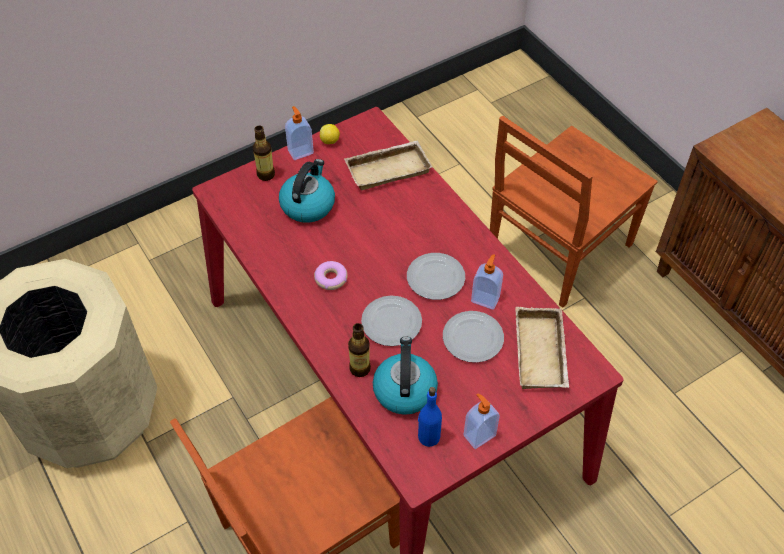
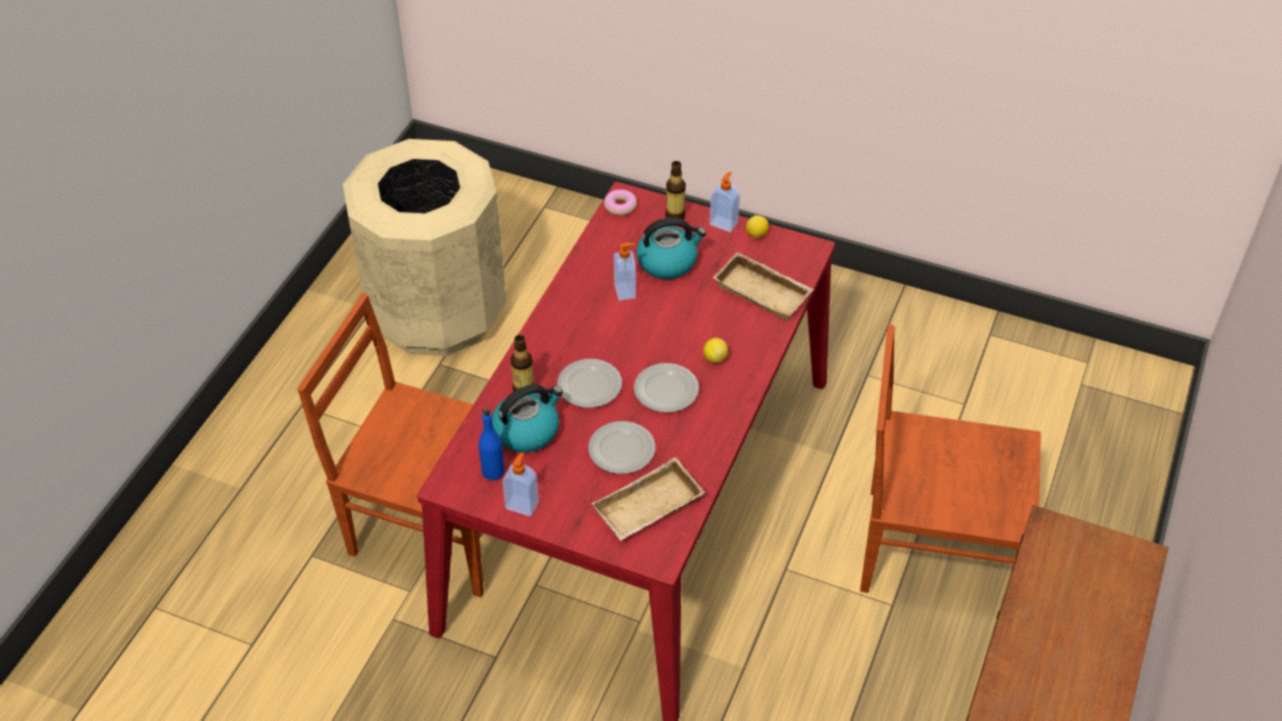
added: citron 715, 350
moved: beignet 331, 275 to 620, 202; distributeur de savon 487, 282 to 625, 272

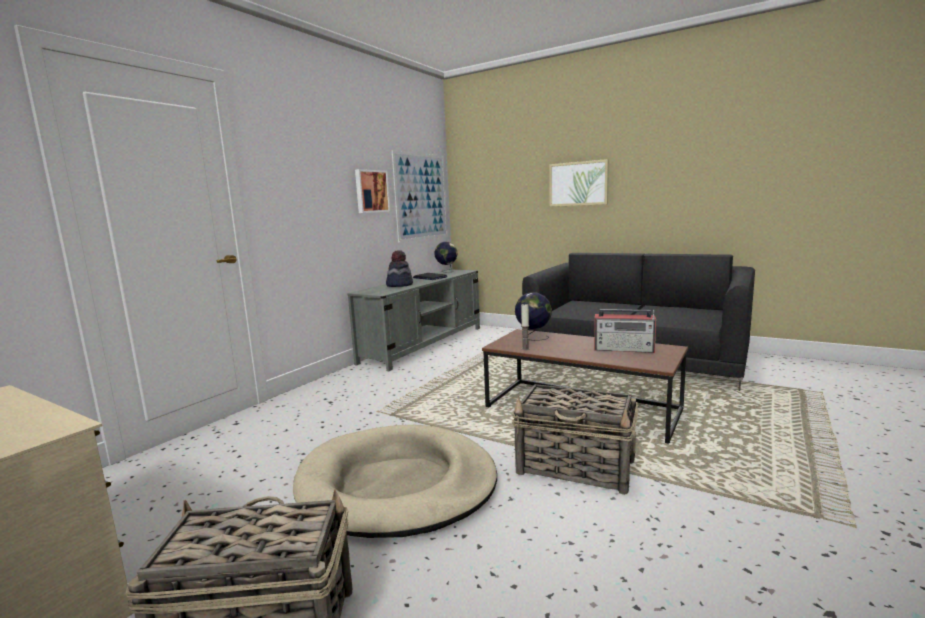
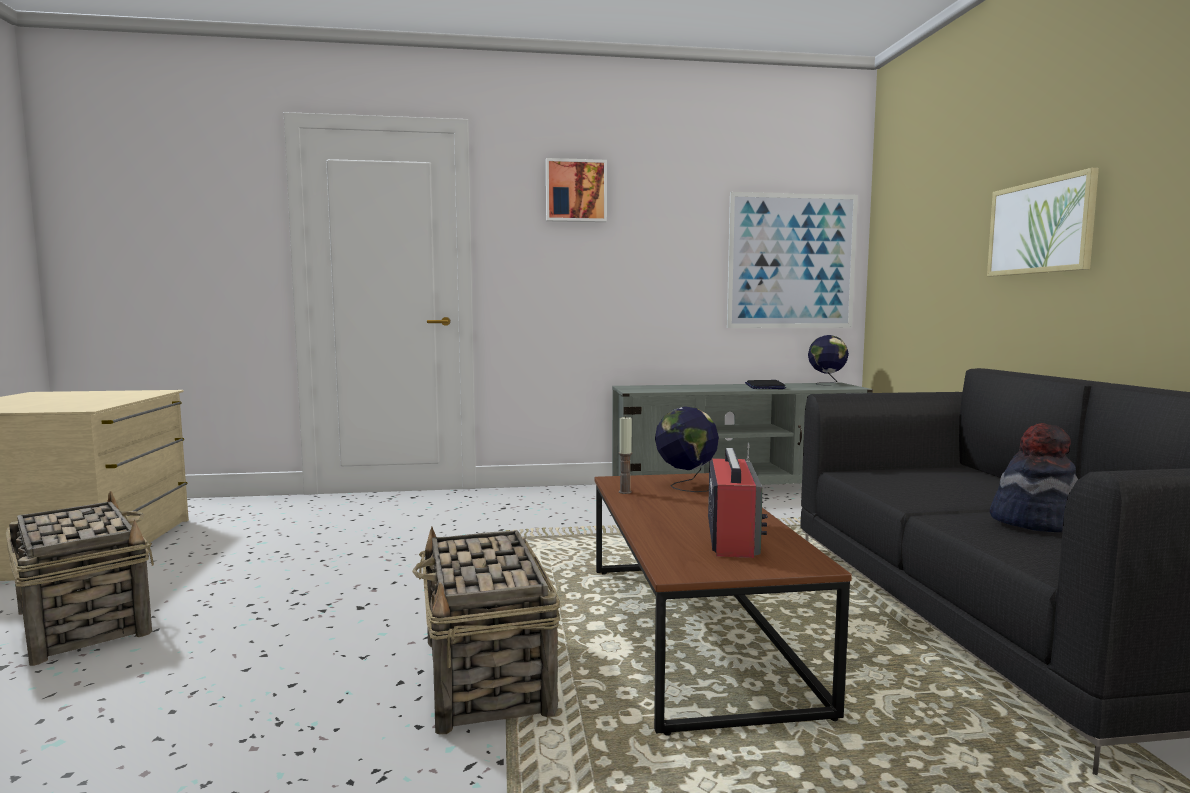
removed: panier pour chien (beige) 395, 481
moved: tableau 372, 191 to 576, 190; chapeau 399, 268 to 1034, 477
turned: radio 625, 331 = 738, 500 150 degrees counterclockwise

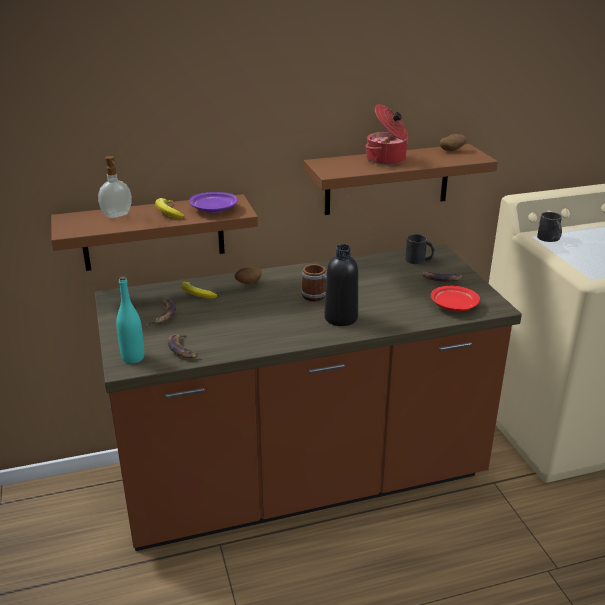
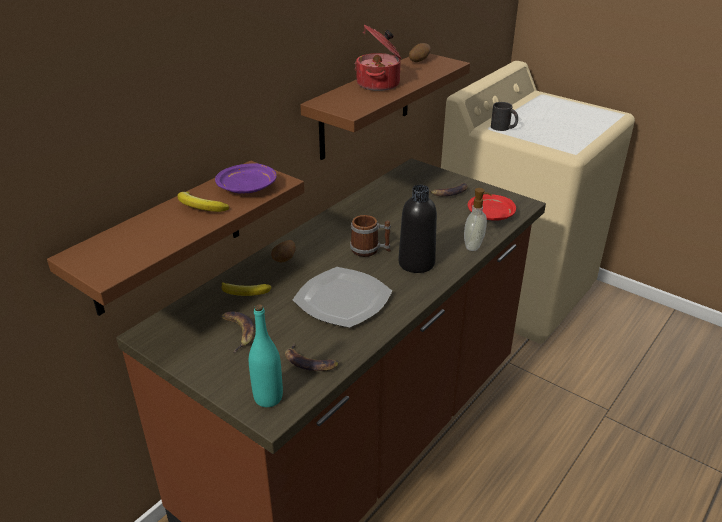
removed: mug (noir) 420, 249
added: assiette 342, 297
moved: distributeur de savon 115, 187 to 478, 219

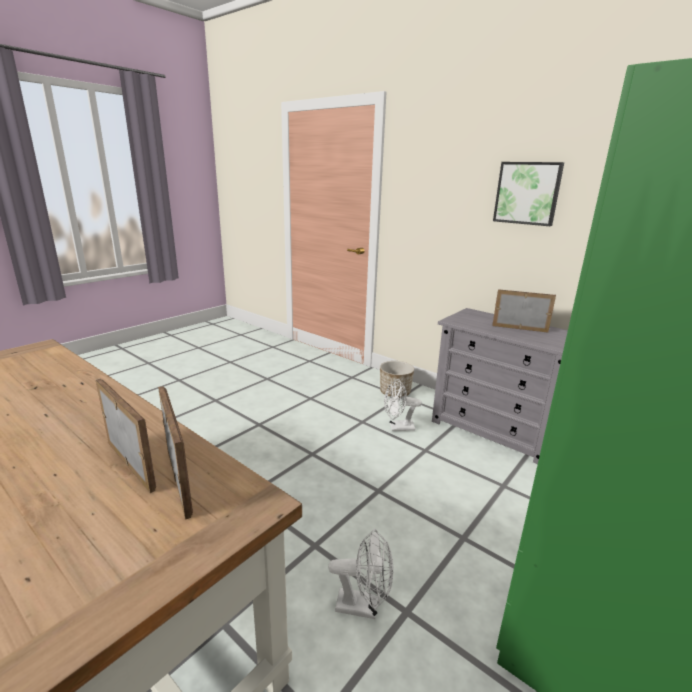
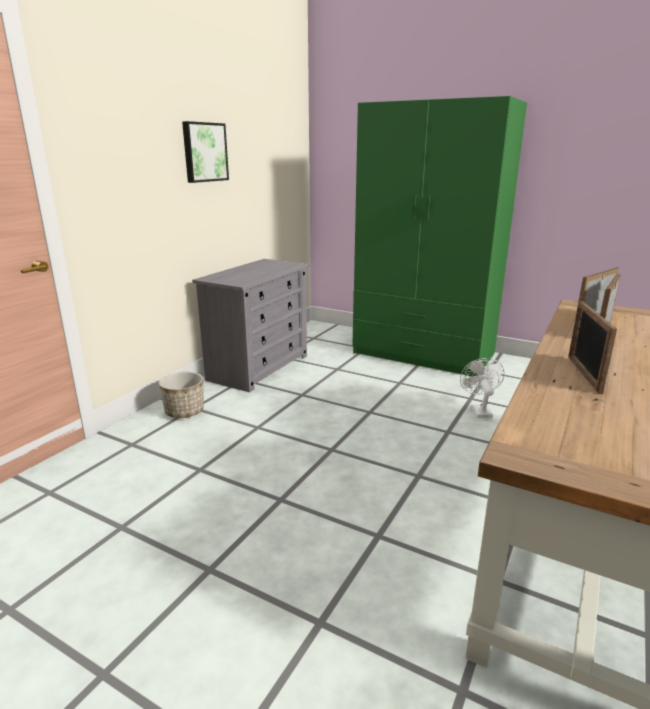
removed: ventilateur (blanc) 403, 405
moved: cadre photo 524, 311 to 592, 347

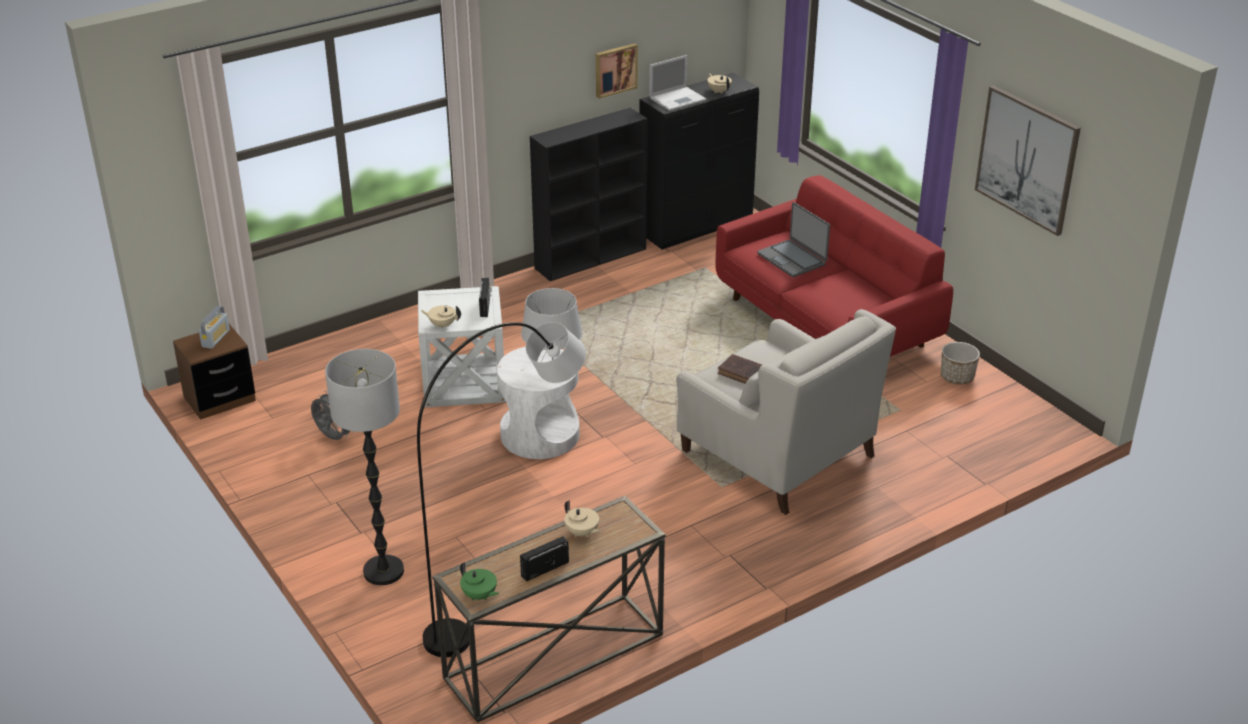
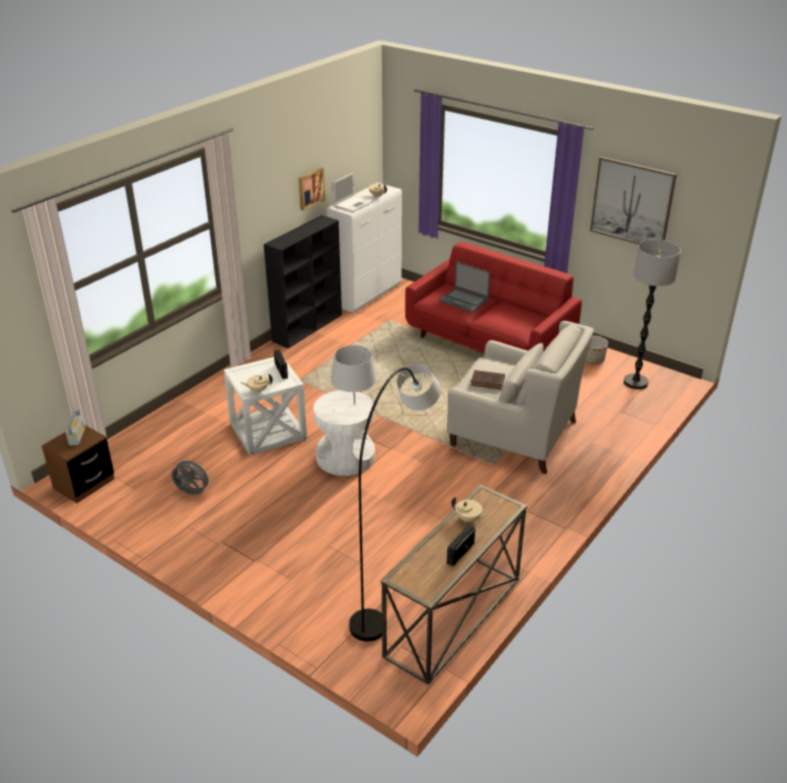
removed: théière (vert) 479, 581
moved: lampadaire 364, 467 to 652, 314
recoloured: meuble de rangement (noir) 699, 161 to meuble de rangement (blanc) 364, 248

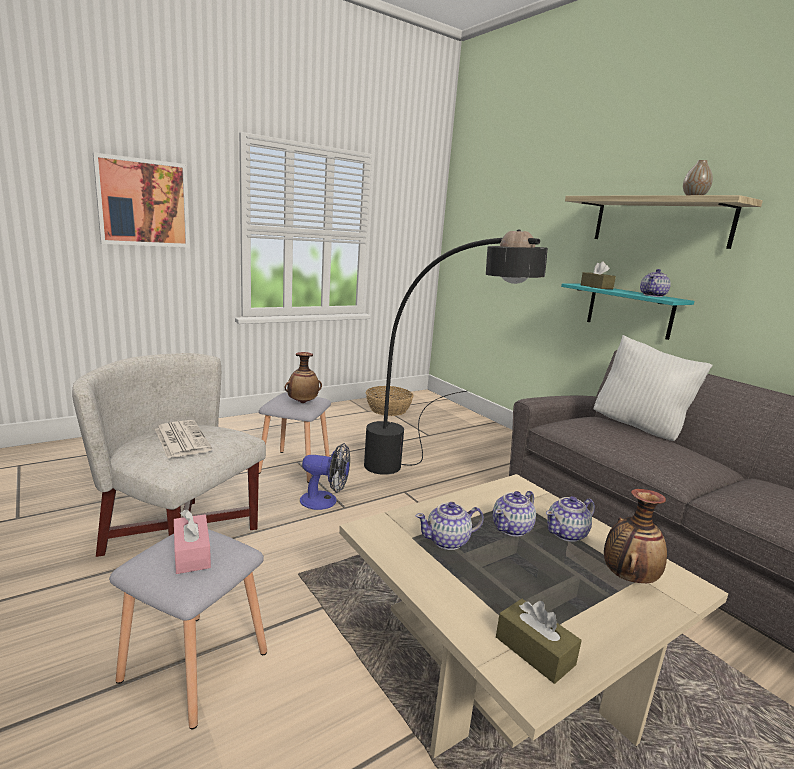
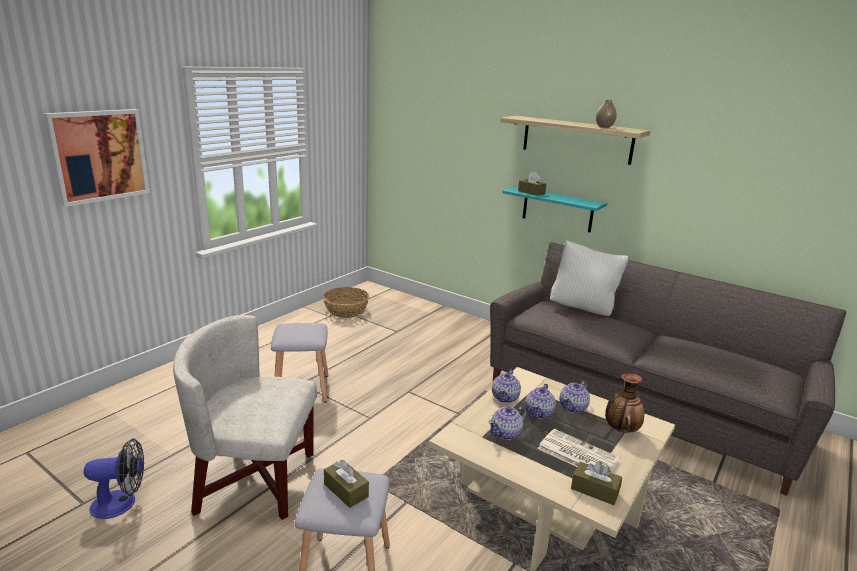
removed: vase 303, 377; lampadaire (noir) 456, 352
moved: ventilateur 325, 476 to 114, 479; théière 655, 283 to 506, 386; journal 183, 439 to 579, 450
recoloured: boîte à mouchoirs (rose) 192, 541 to boîte à mouchoirs (marron) 346, 484

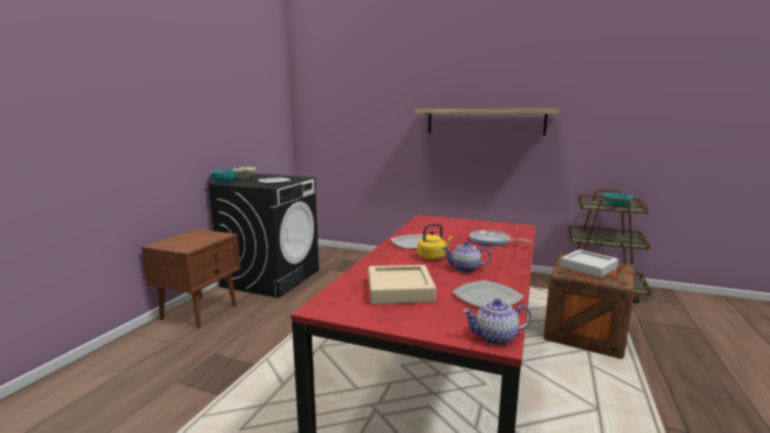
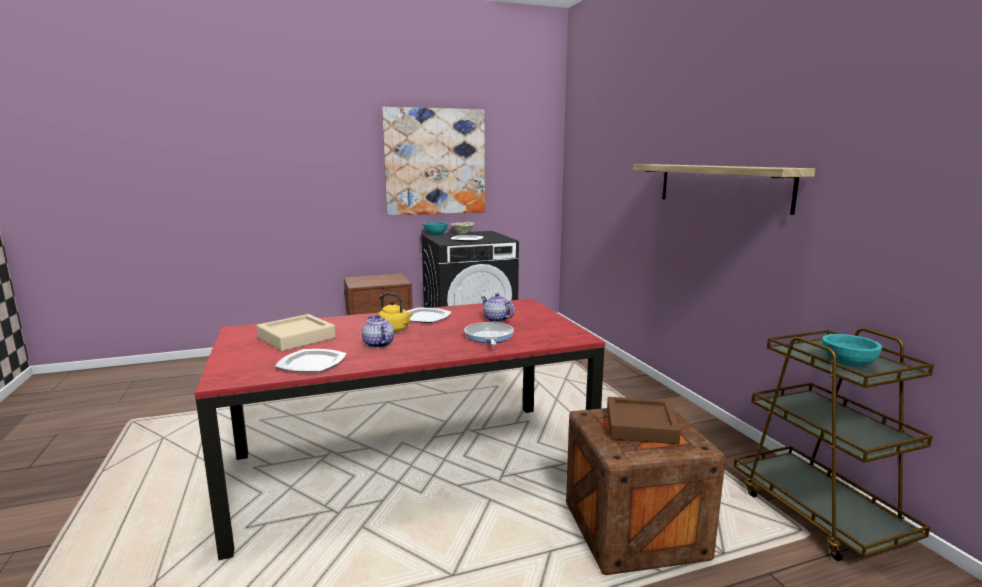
added: tableau 433, 161
moved: théière 497, 322 to 498, 307
recoloured: plateau (gris) 589, 263 to plateau (marron) 644, 420

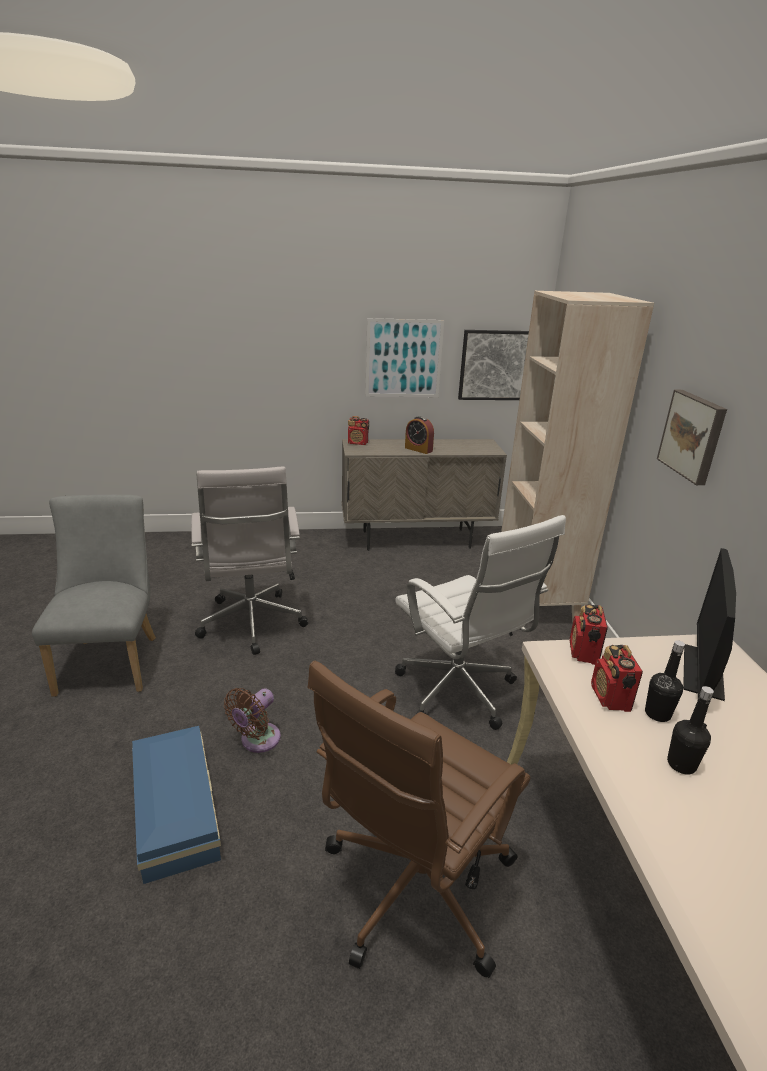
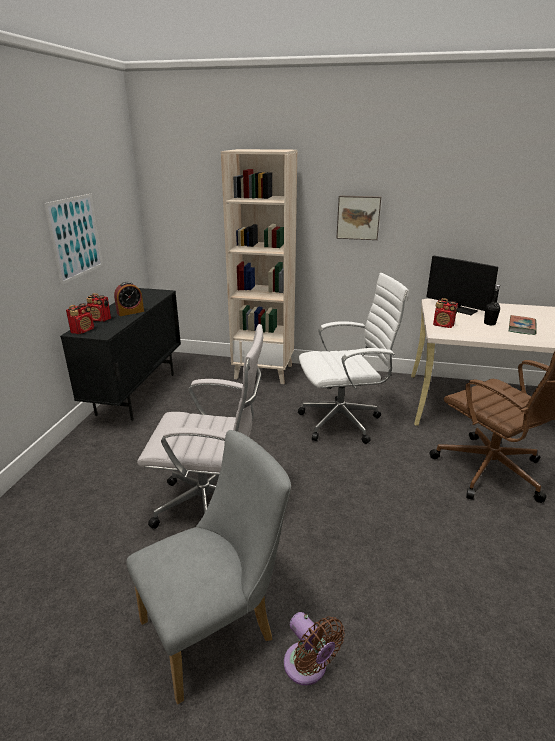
removed: boîte de rangement (bleu) 176, 805; tableau 493, 365
moved: radio 617, 678 to 98, 307; ventilateur (marron) 252, 720 to 314, 648
replaced: bouteille (noir) 690, 730 to livre 523, 325
recoloured: meuble de rangement (beige) 424, 495 to meuble de rangement (noir) 120, 354
turned: chaise (gris) 94, 596 = 208, 567 135 degrees clockwise

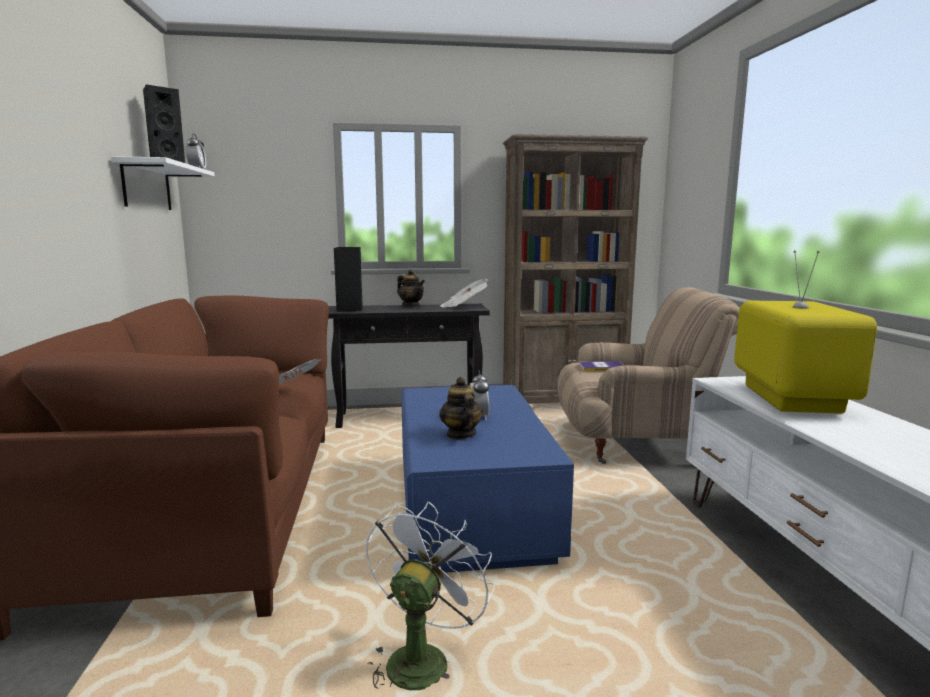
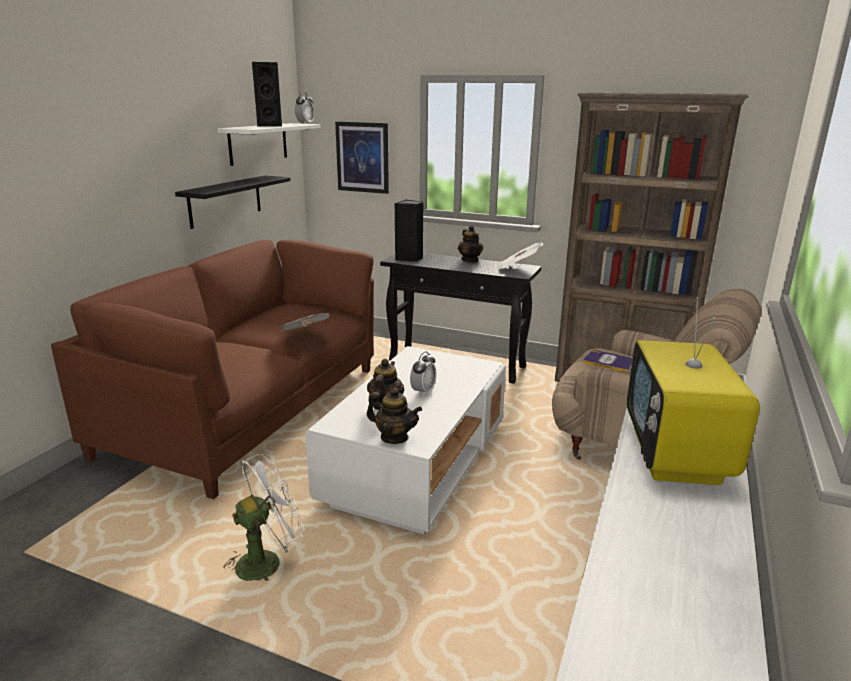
added: étagère (noir) 232, 202; tableau 362, 158; théière 394, 415
recoloured: table basse (bleu) 487, 479 to table basse (blanc) 405, 440
turned: téléviseur 805, 332 = 693, 391 150 degrees clockwise

